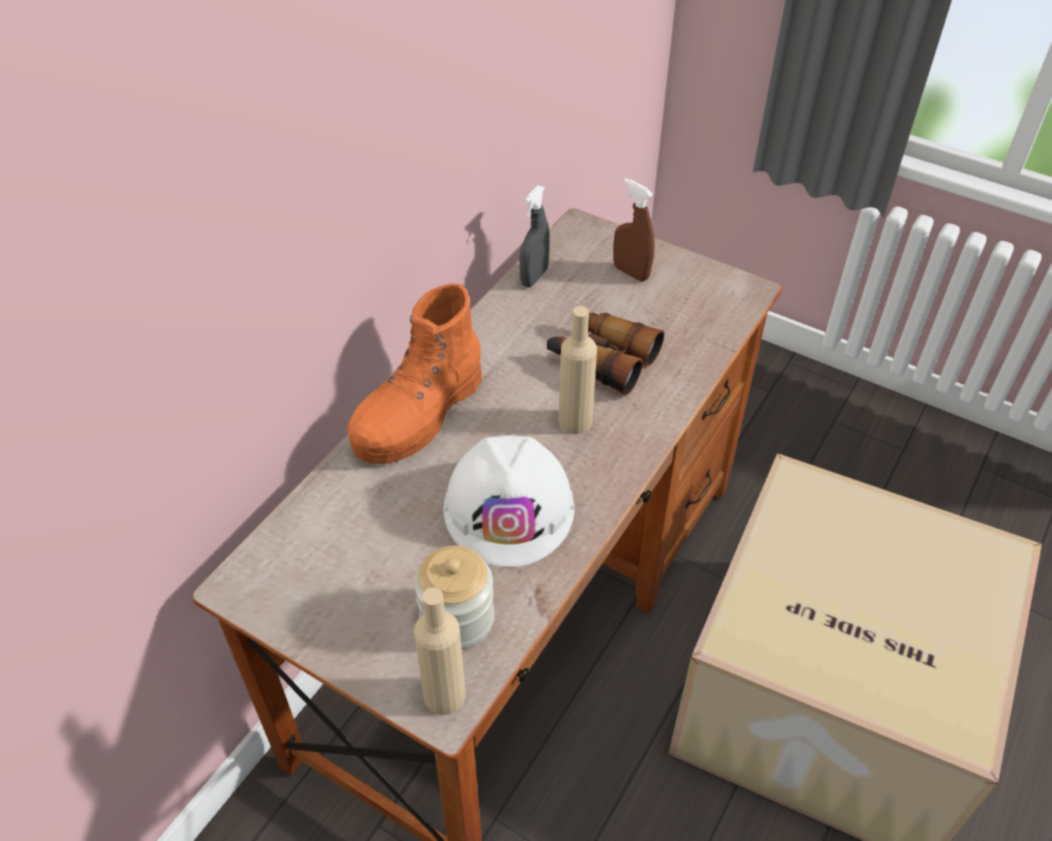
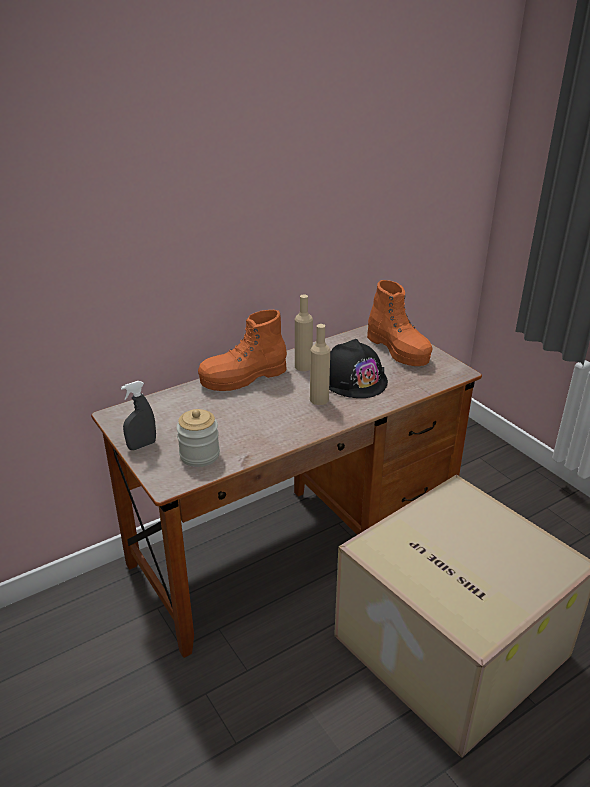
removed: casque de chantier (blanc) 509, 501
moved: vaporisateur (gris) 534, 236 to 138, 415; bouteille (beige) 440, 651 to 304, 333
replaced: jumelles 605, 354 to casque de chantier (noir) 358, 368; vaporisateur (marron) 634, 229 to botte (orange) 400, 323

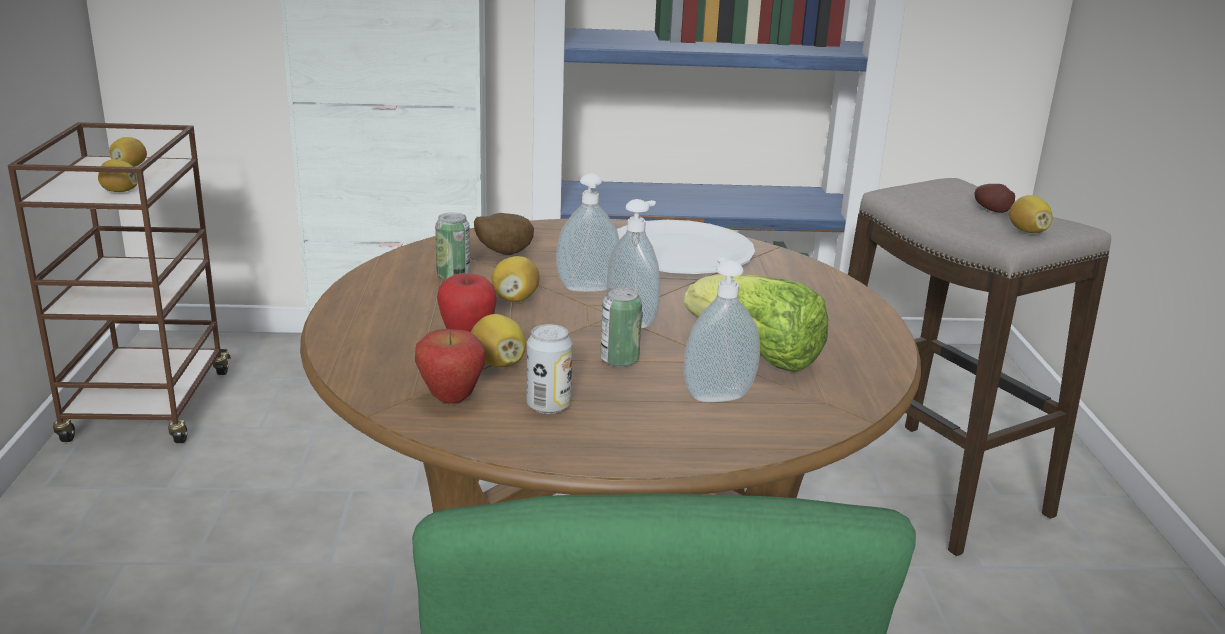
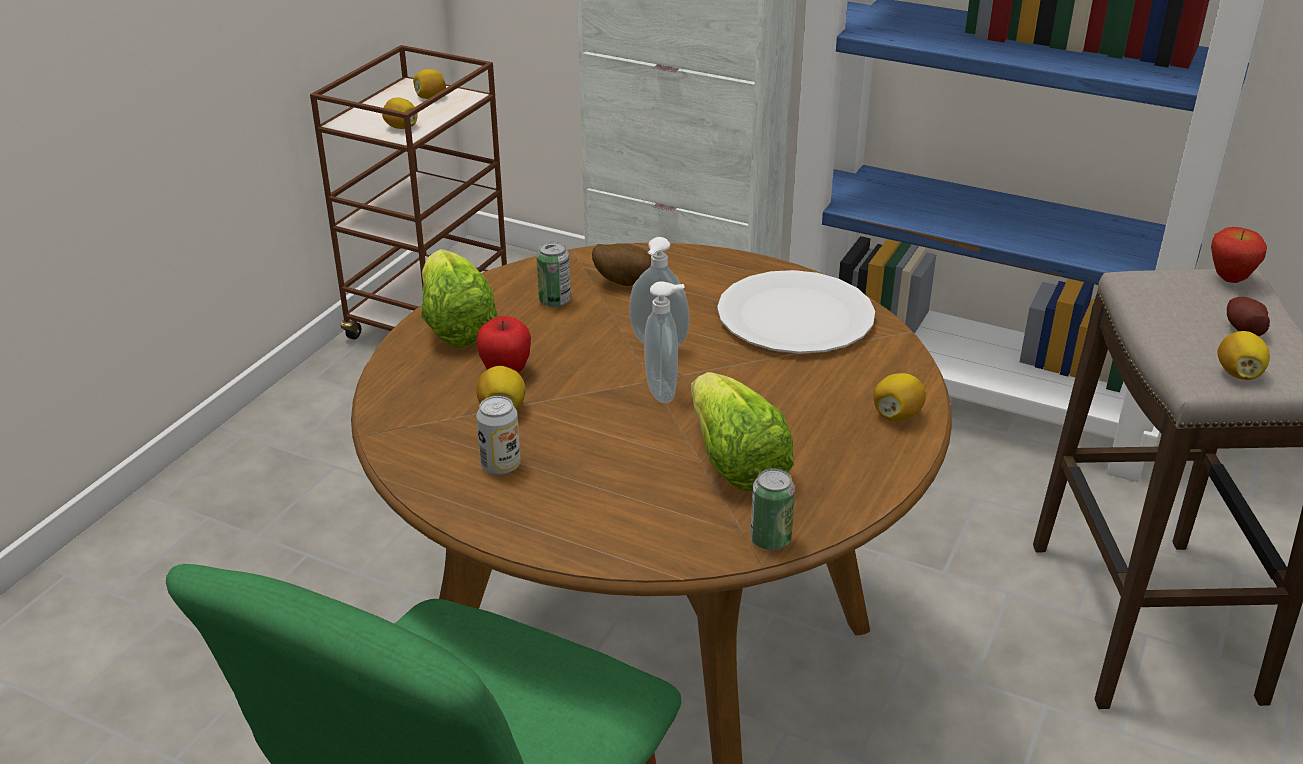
removed: distributeur de savon 721, 330
added: laitue 459, 298
moved: boîte métallique 621, 327 to 772, 509; citron 516, 279 to 900, 397; pomme 450, 366 to 1239, 255

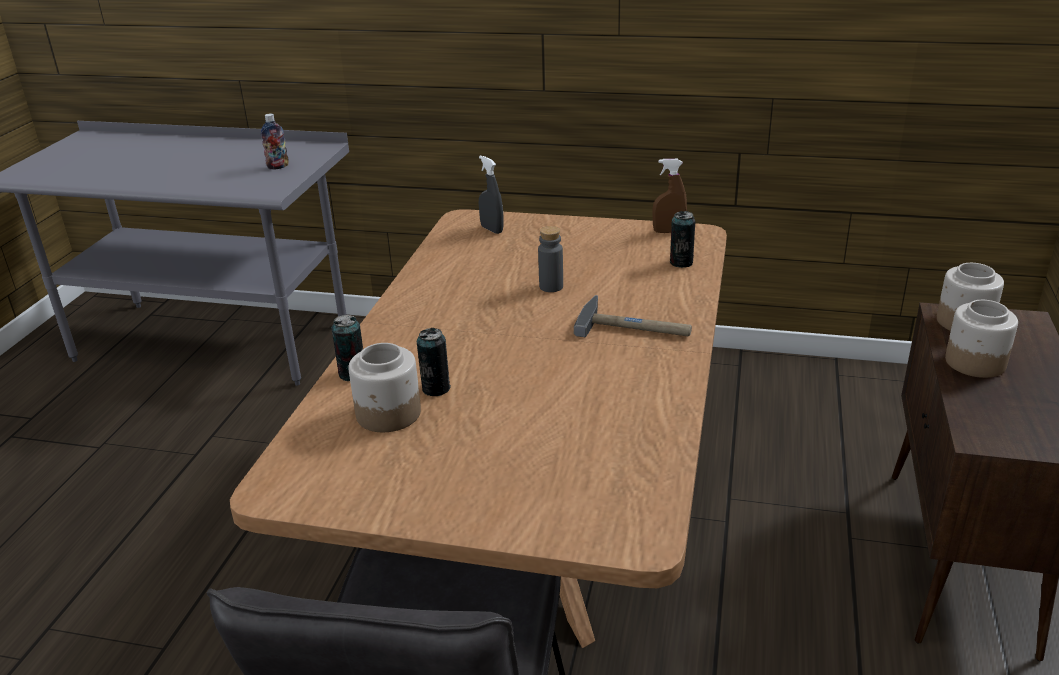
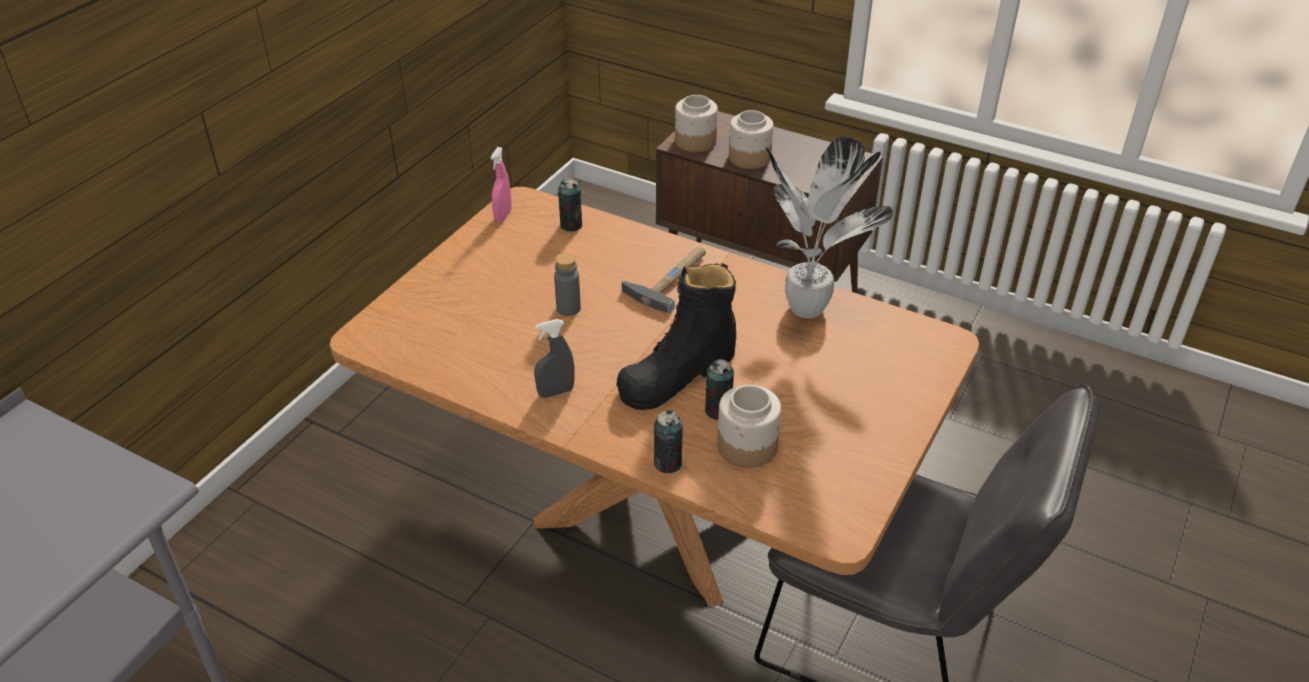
removed: bouteille 275, 142
added: botte (noir) 676, 336; plante en pot 829, 227
moved: vaporisateur (gris) 491, 194 to 554, 358
recoloured: vaporisateur (marron) 669, 196 to vaporisateur (rose) 501, 185

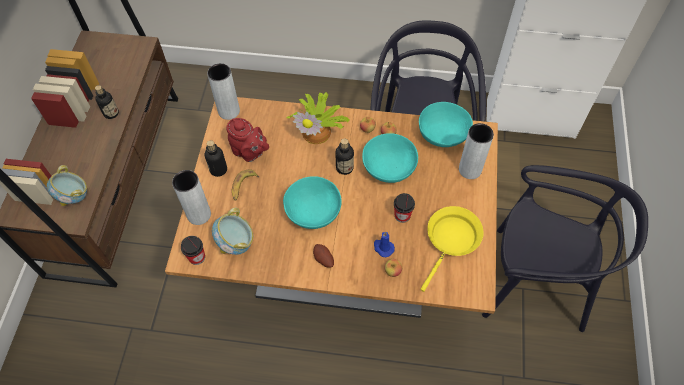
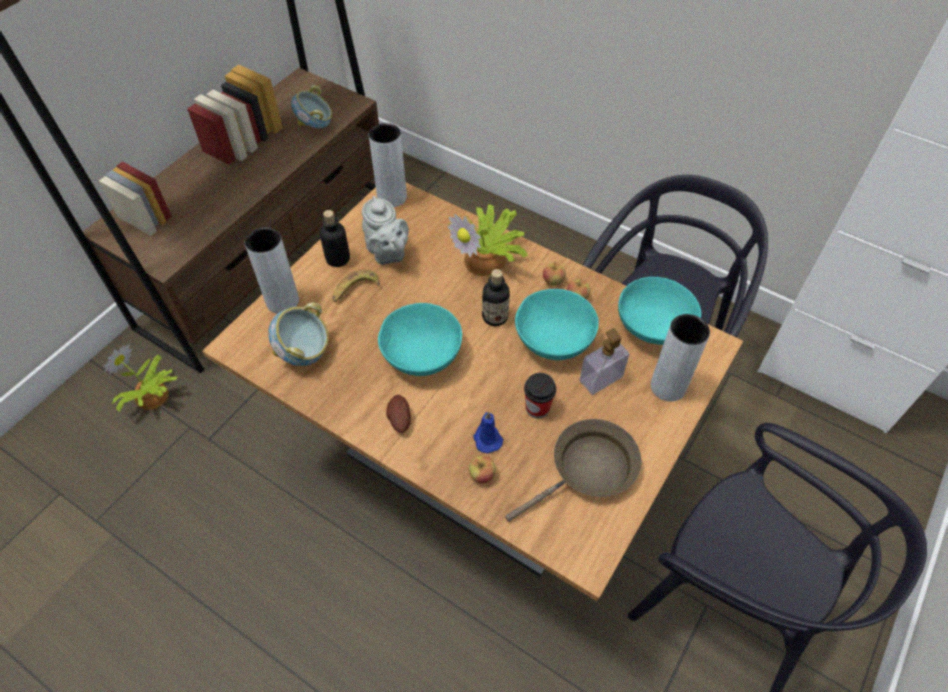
removed: bouteille 107, 102; tasse 193, 250
added: plante en pot 140, 378; distributeur de savon 604, 361
moved: bol 67, 185 to 311, 106
recoloured: théière (rouge) 247, 140 to théière (gris) 385, 230; poêle (jaune) 452, 249 to poêle (marron) 573, 470

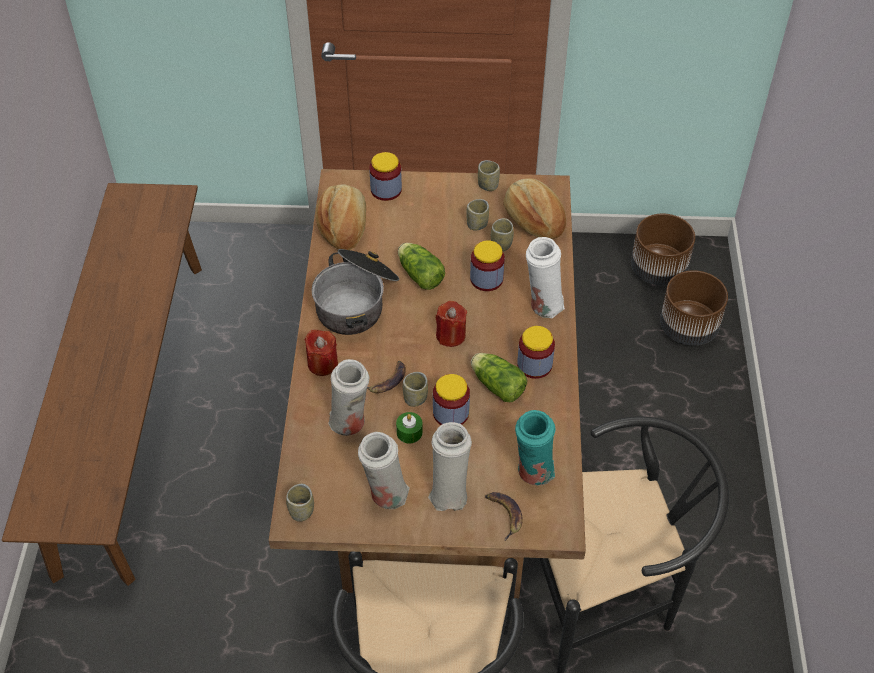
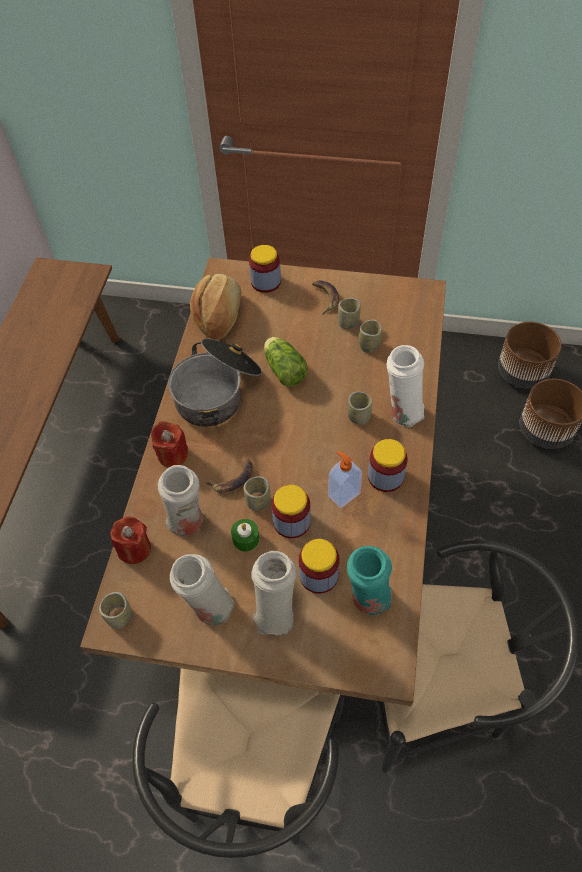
removed: pain 534, 208
moved: bougie (rouge) 451, 324 to 130, 540; bocal 487, 265 to 319, 566; banane 504, 516 to 325, 297; tasse 489, 175 to 360, 408
replaced: laitue 499, 377 to distributeur de savon 345, 479

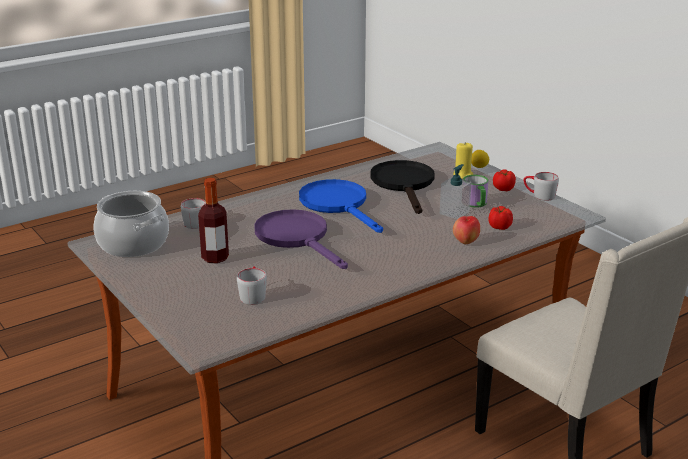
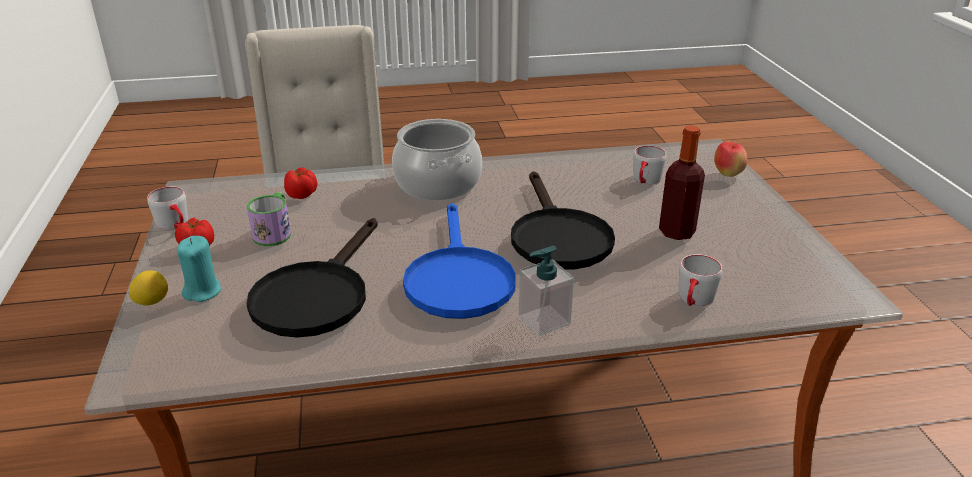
moved: marmite 131, 224 to 437, 159; distributeur de savon 456, 191 to 546, 291; pomme 466, 230 to 731, 159
recoloured: bougie (jaune) 463, 160 to bougie (turquoise) 199, 269; poêle (violet) 301, 239 to poêle (noir) 563, 220

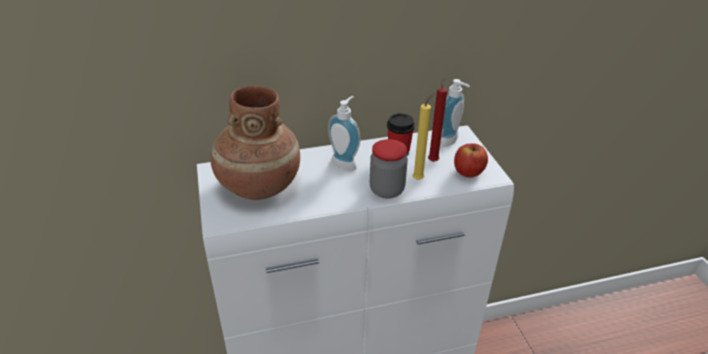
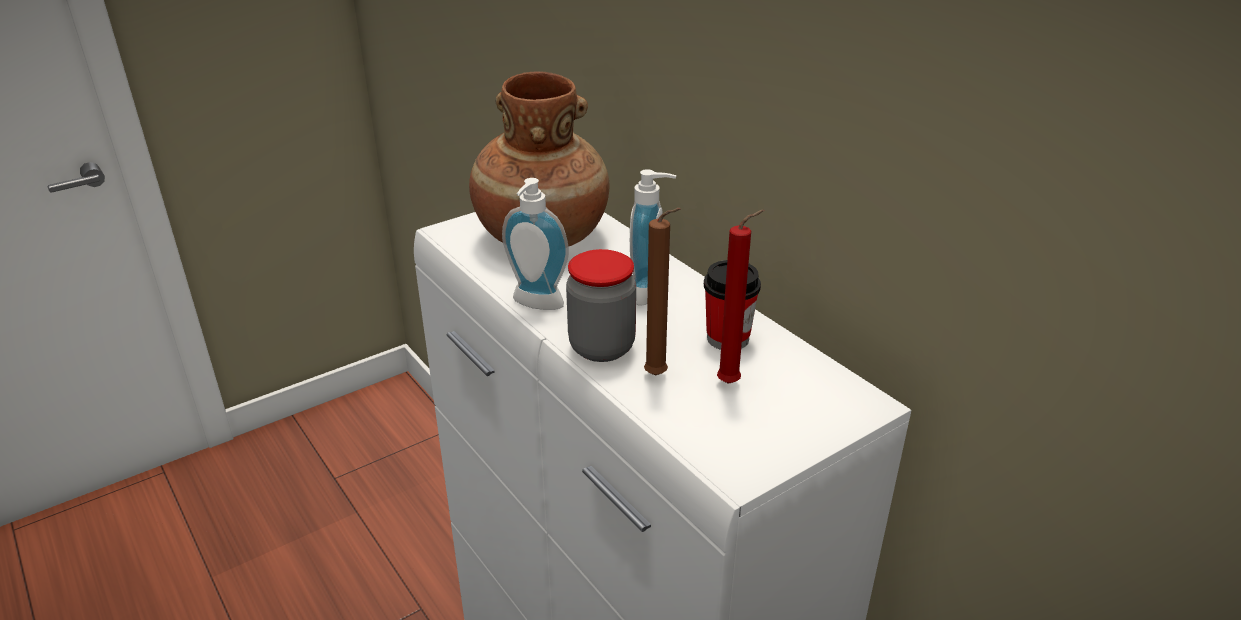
removed: pomme 471, 160
moved: distributeur de savon 455, 113 to 535, 244
recoloured: bougie (jaune) 423, 137 to bougie (marron) 662, 291

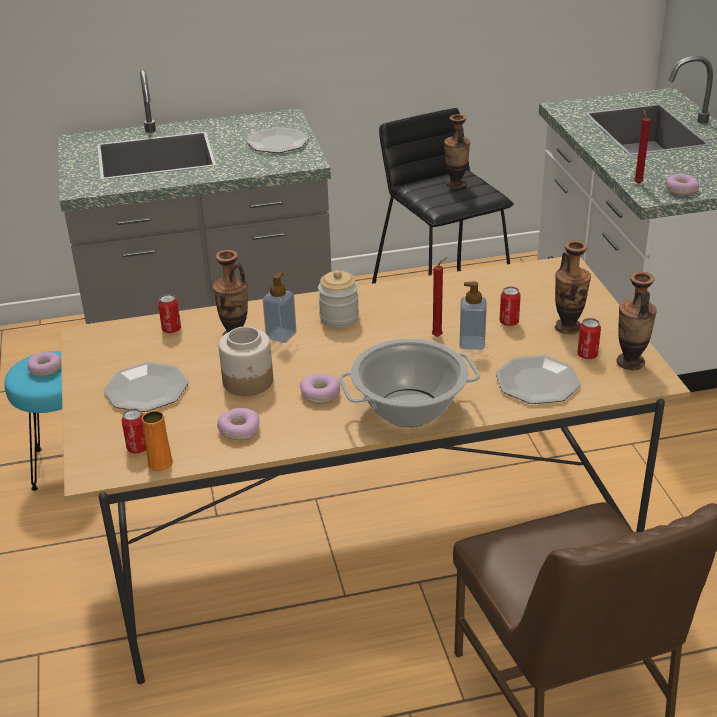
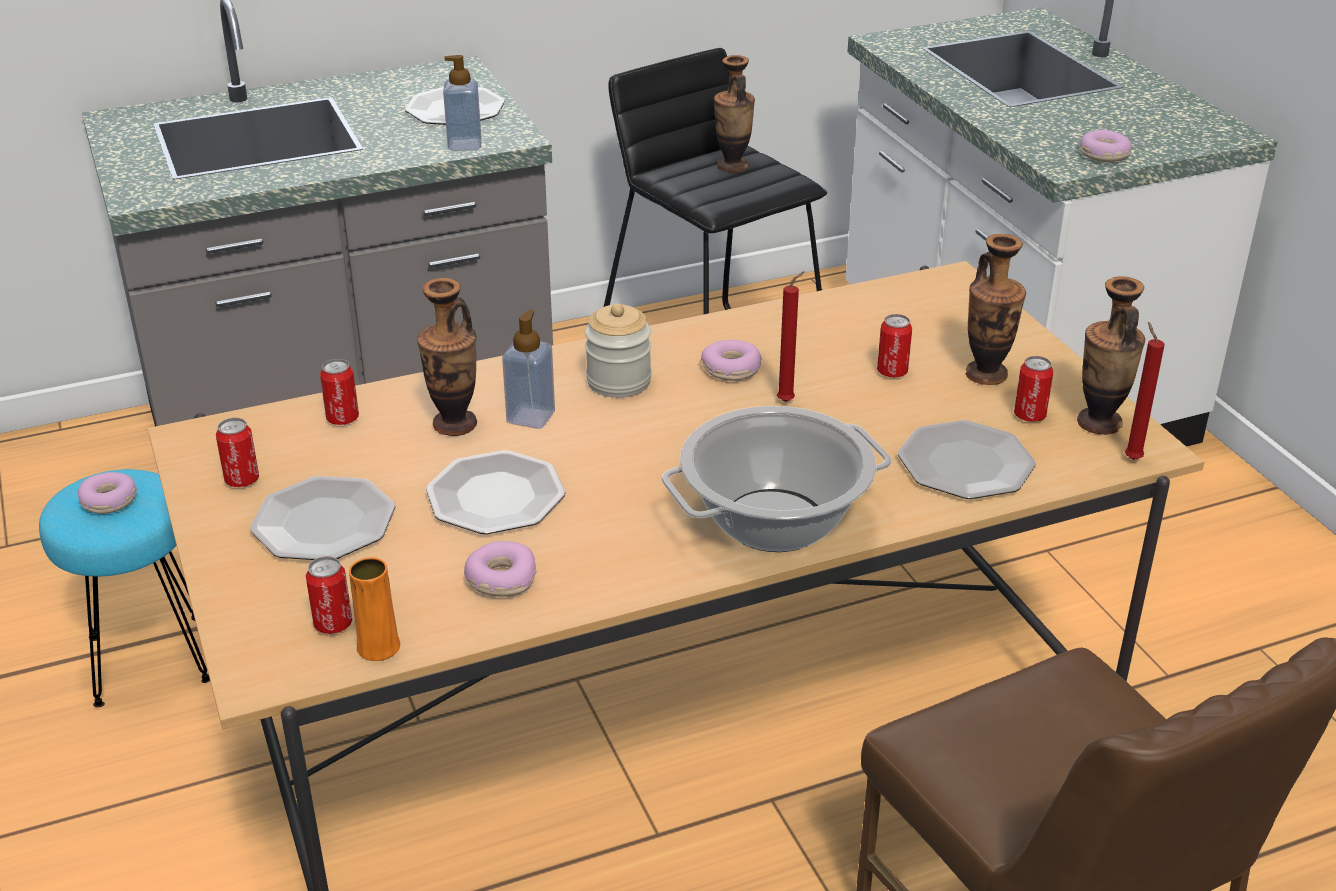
added: boîte métallique 237, 452
moved: distributeur de savon 473, 315 to 462, 103; beignet 320, 388 to 731, 360; bougie (rouge) 642, 146 to 1145, 391
replaced: bocal 246, 361 to assiette 496, 492

